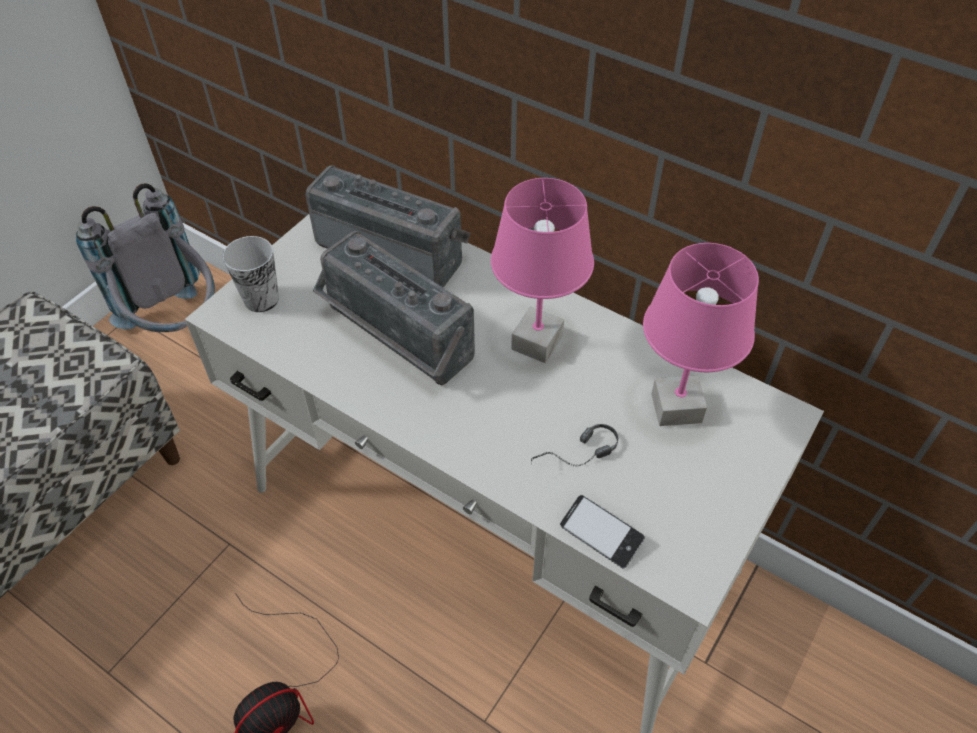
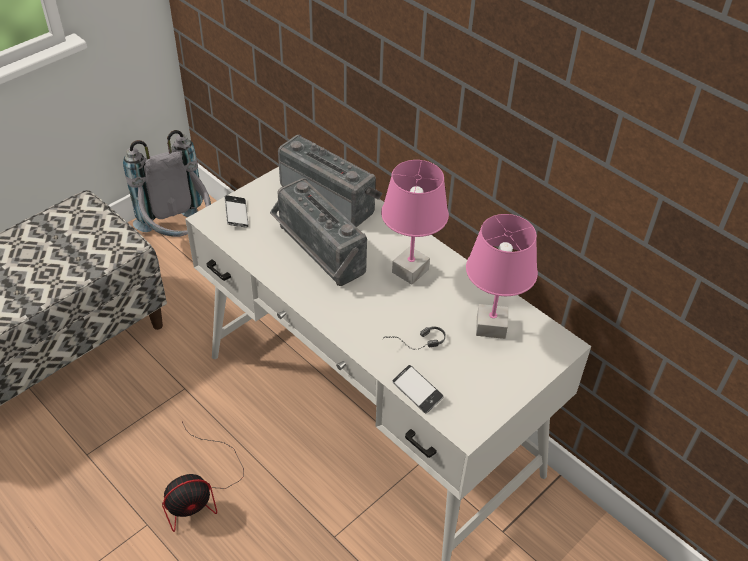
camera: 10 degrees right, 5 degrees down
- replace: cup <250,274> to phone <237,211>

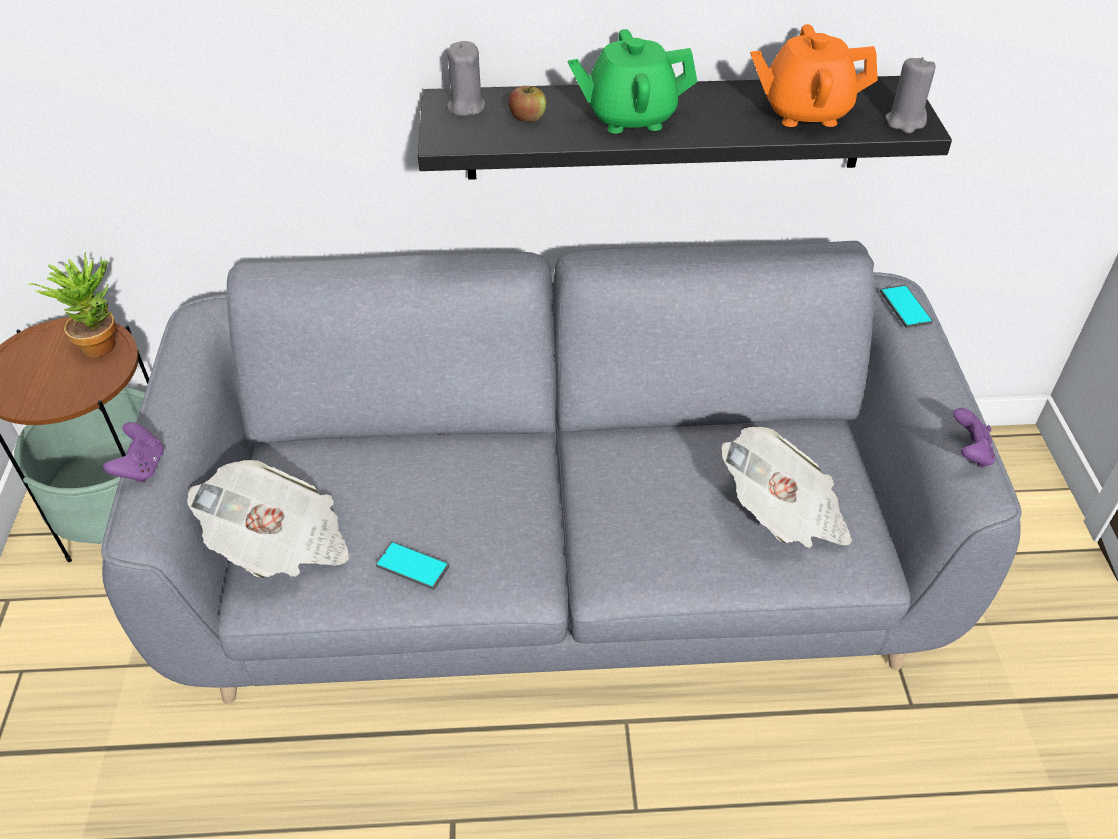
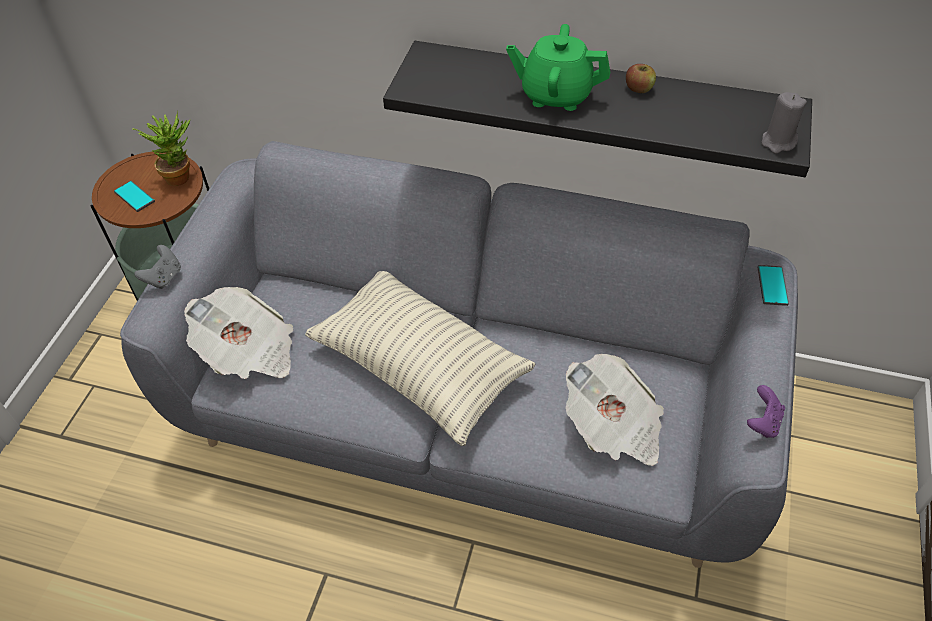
camera: 20 degrees right, 5 degrees up
- delete: grey_candle <466,78>
- delete: orange_teapot <814,75>
- insert: pillow <420,358>
- move: phone <413,566> to <134,196>
- move: apple <527,104> to <641,78>
- recolor: purple_game_controller <133,452> to grey_game_controller <157,267>

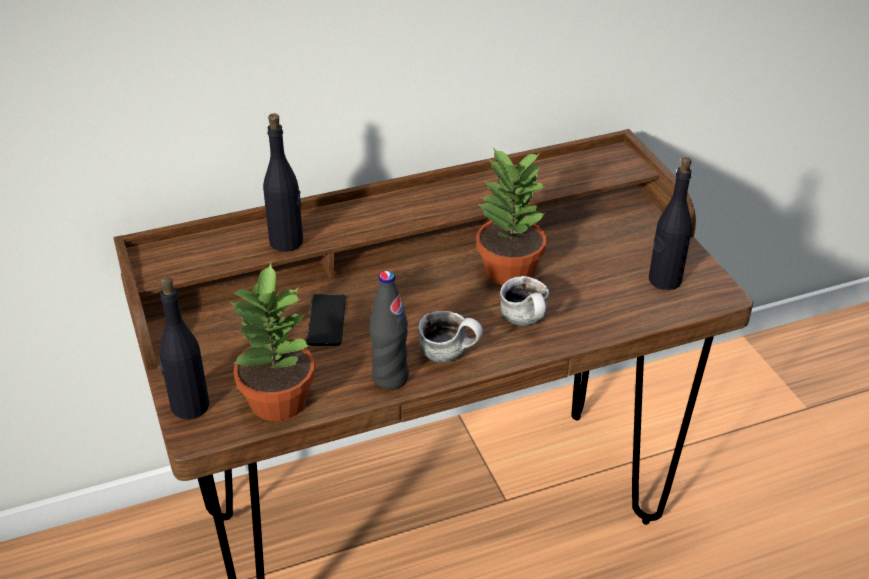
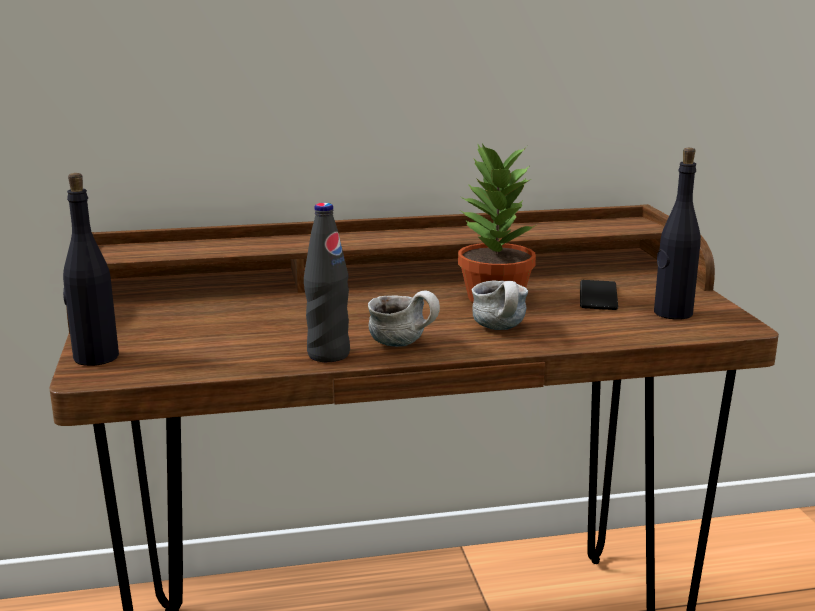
camera: 10 degrees right, 20 degrees down
- delete: potted_plant <273,342>
- delete: black_bottle <283,182>
- move: phone <326,320> to <599,295>

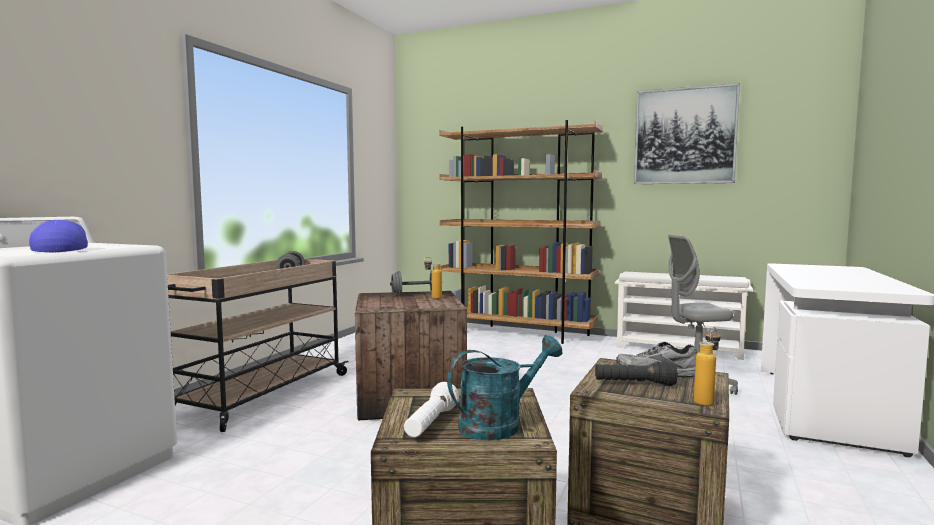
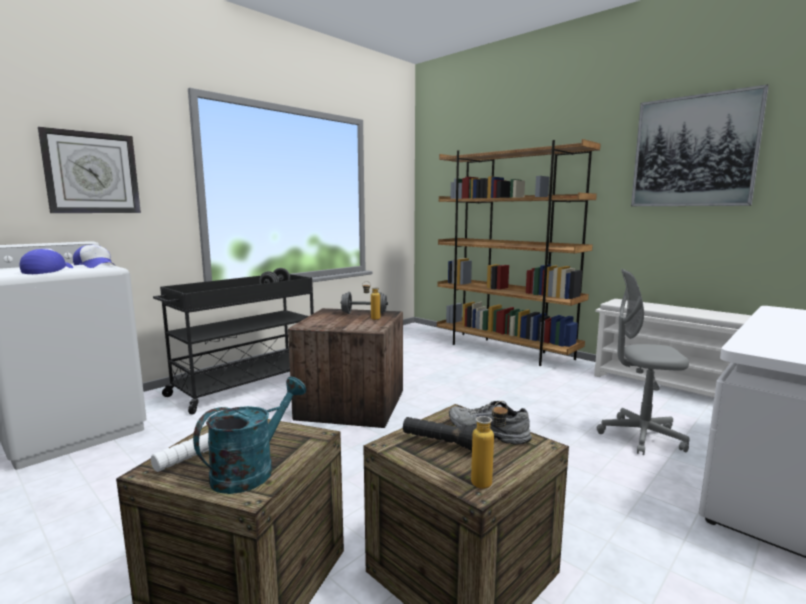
camera: 20 degrees right, 5 degrees up
- insert: wall_clock <89,170>
- insert: cap <94,256>
- recolor: beige_cart <258,345> to black_cart <233,344>
- rotate: turquoise_watering_can <504,387> = <249,435> 45 degrees counterclockwise

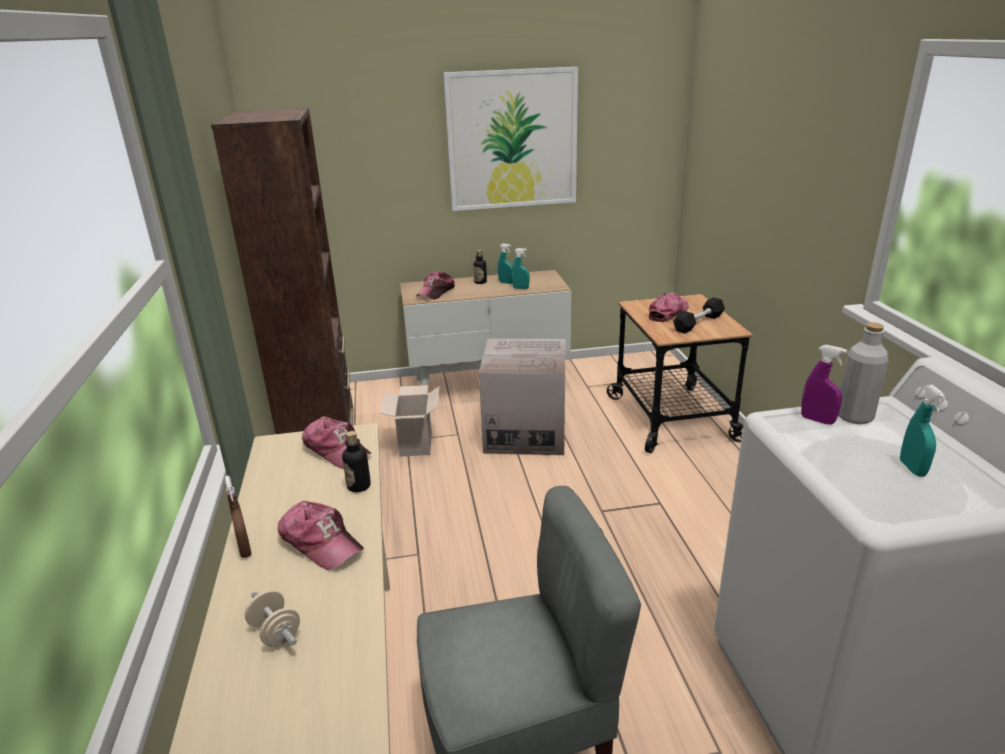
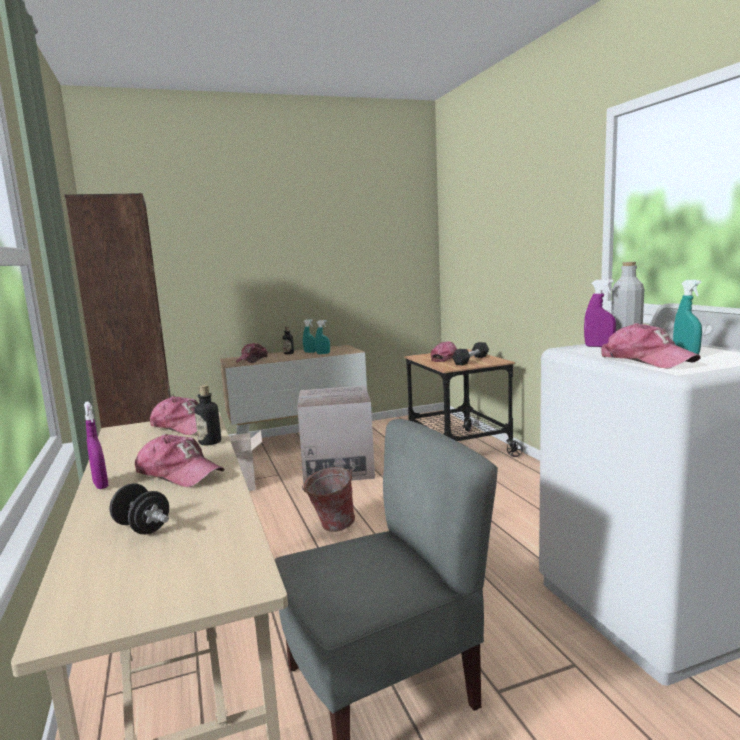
camera: 10 degrees left, 15 degrees down
- delete: picture <510,139>
- insert: bucket <328,499>
- insert: cap <651,345>
- recolor: brown_spray_bottle <238,517> to purple_spray_bottle <96,445>
- recolor: beige_dumbbell <272,618> to black_dumbbell <139,509>

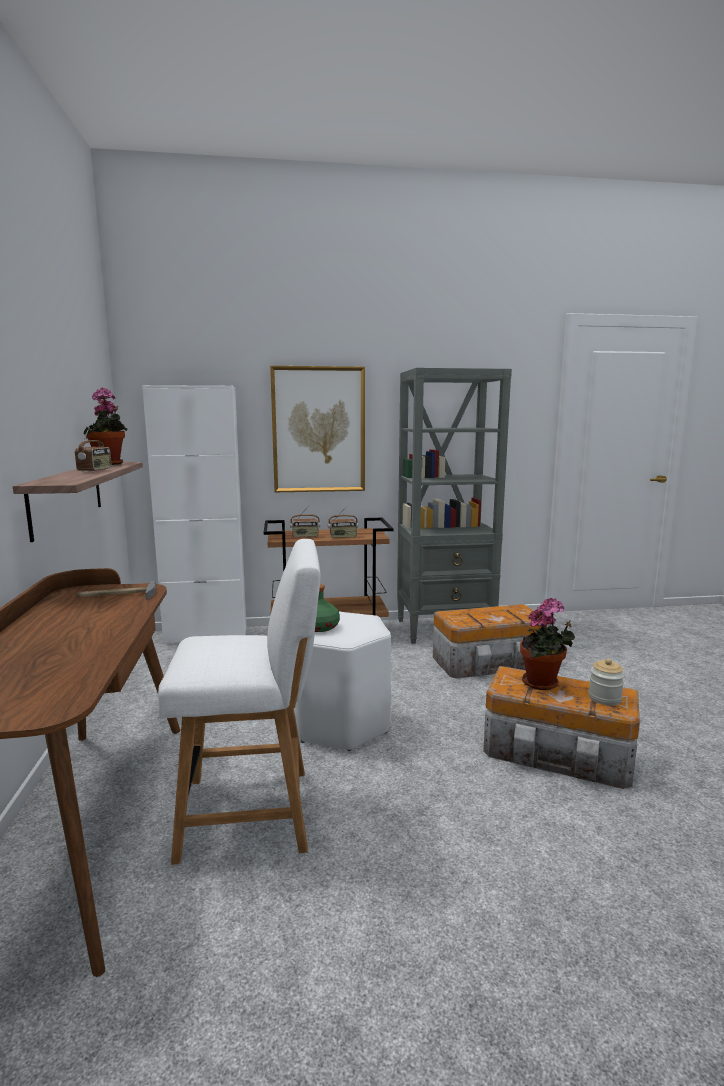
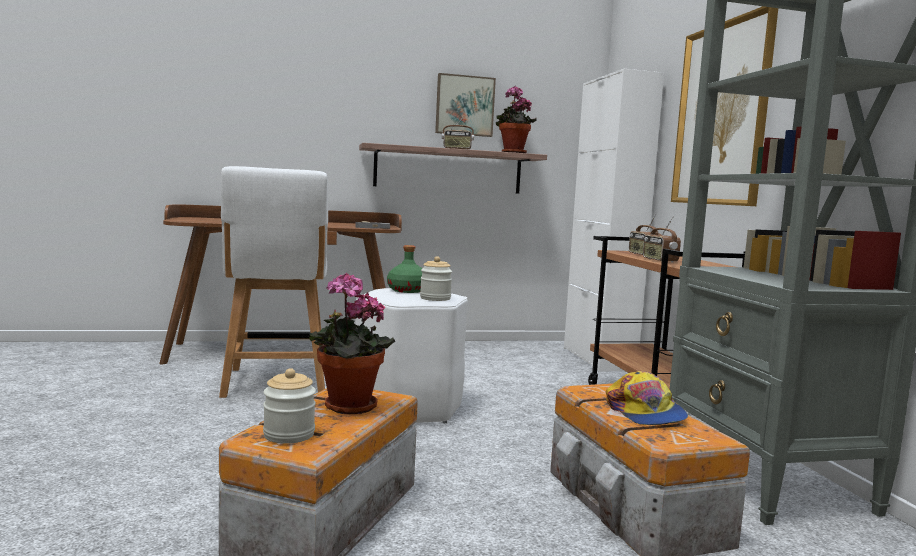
camera: 85 degrees right, 5 degrees down
- insert: jar <436,278>
- insert: picture <465,105>
- insert: cap <647,398>

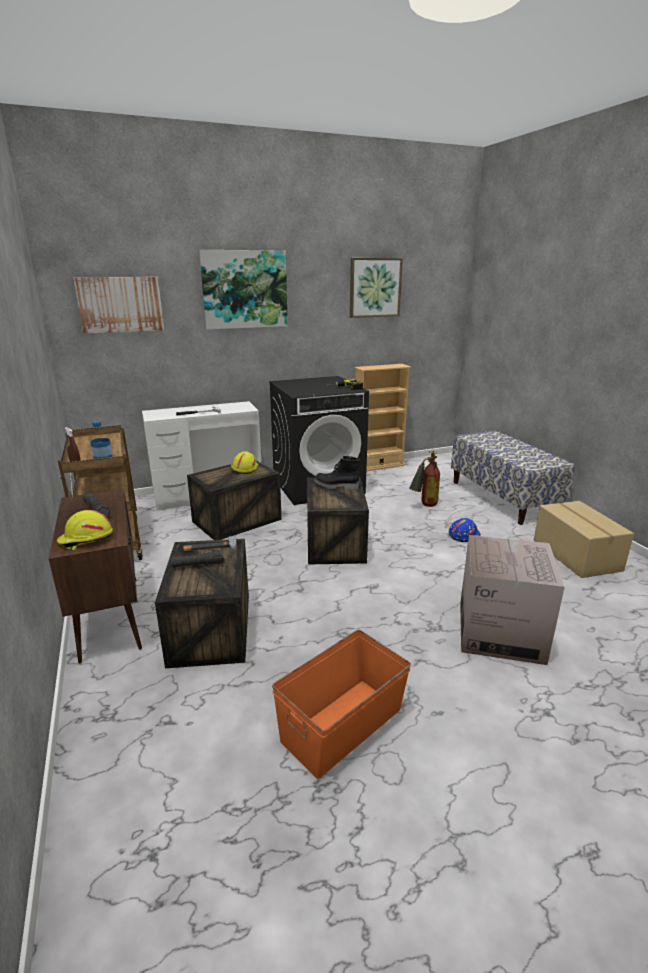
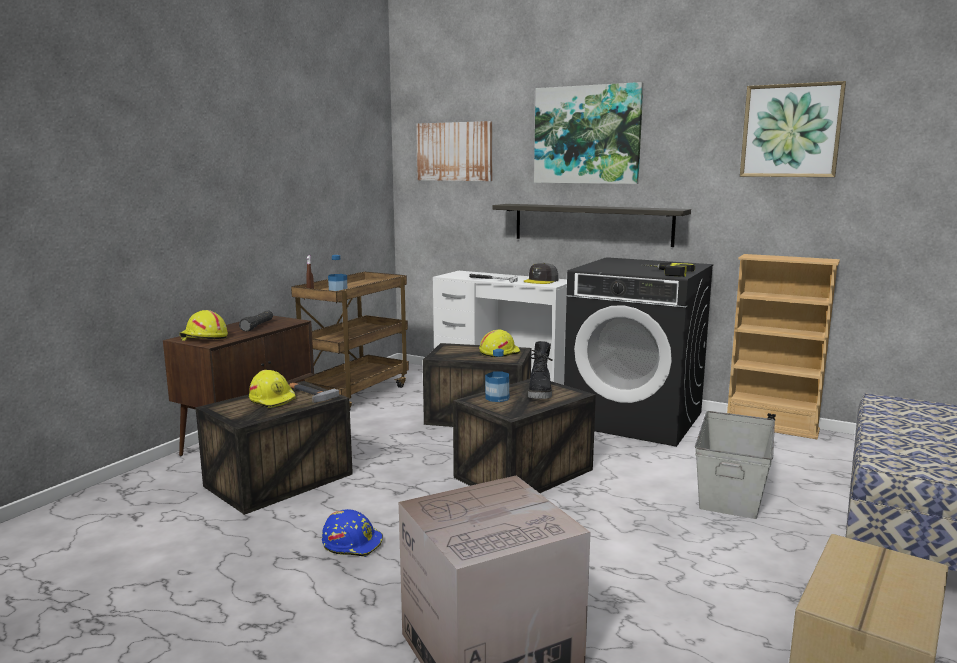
camera: 50 degrees right, 10 degrees down
- delete: orange_storage_box <341,704>
- insert: bottle <497,375>
- insert: shelf <592,225>
- insert: grey_cap <540,273>
- move: blue_hard_hat <465,530> to <352,533>
- replace: black_flashlight <197,559> to yellow_hard_hat <272,389>
- replace: fire_extinguisher <424,479> to grey_storage_box <735,465>
- rotate: black_boot <337,473> = <540,370> 150 degrees counterclockwise

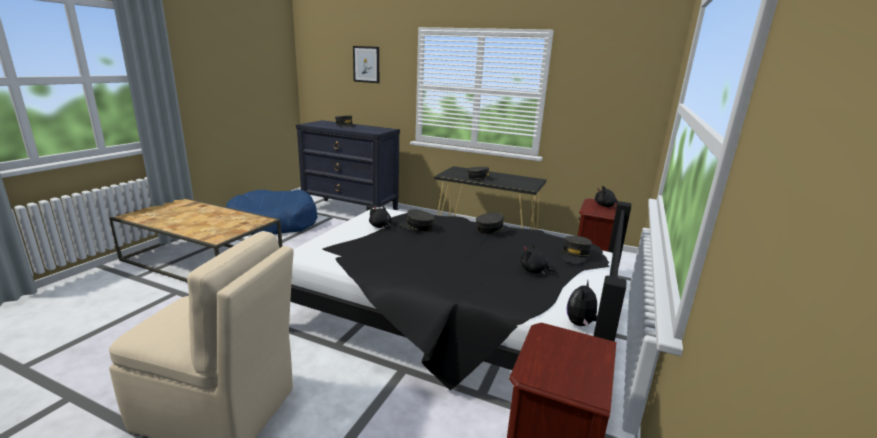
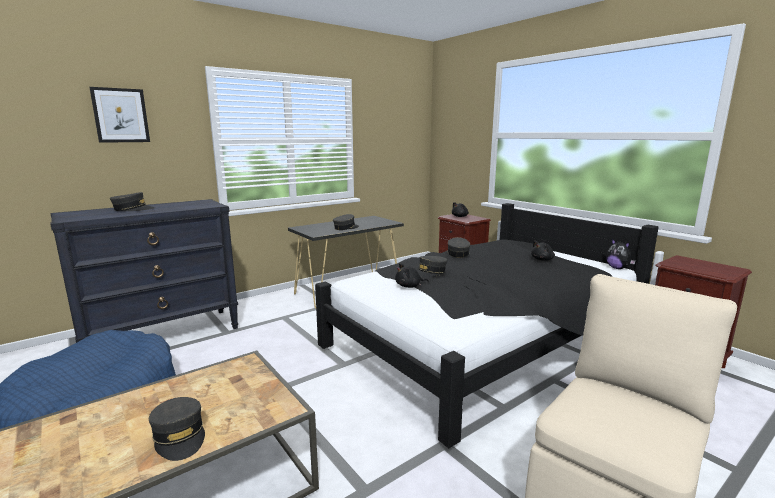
camera: 60 degrees left, 5 degrees down
- move: grey_cap <576,249> to <177,429>

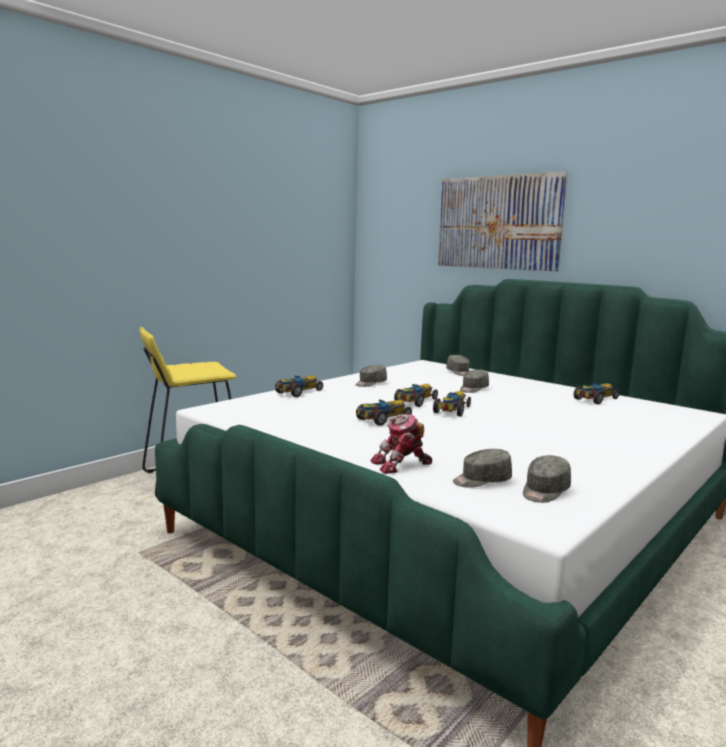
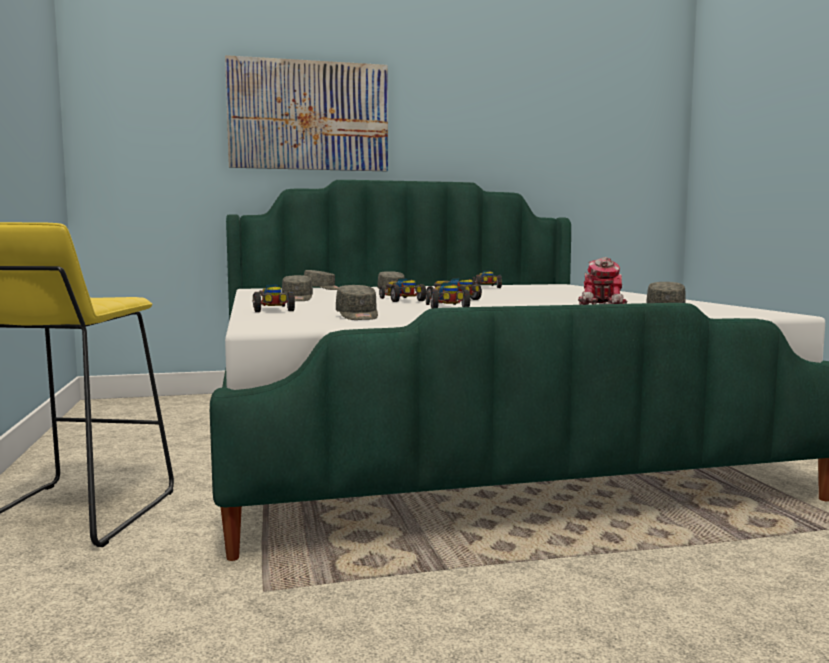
camera: 55 degrees left, 5 degrees down
- move: grey_cap <547,479> to <357,302>

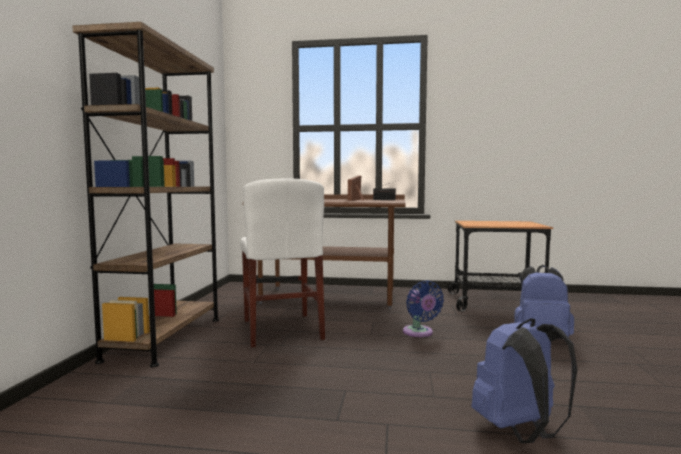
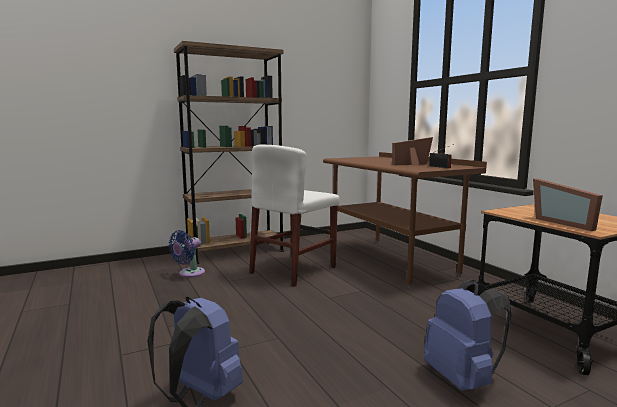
camera: 55 degrees right, 5 degrees up
- insert: picture_frame <568,204>
- move: blue_fan <423,308> to <187,254>

